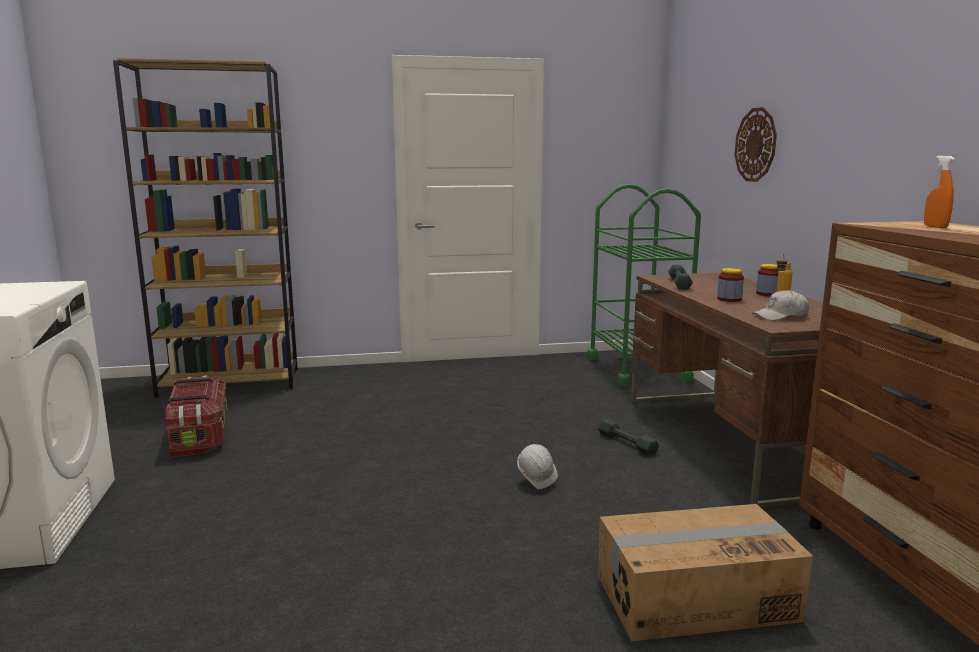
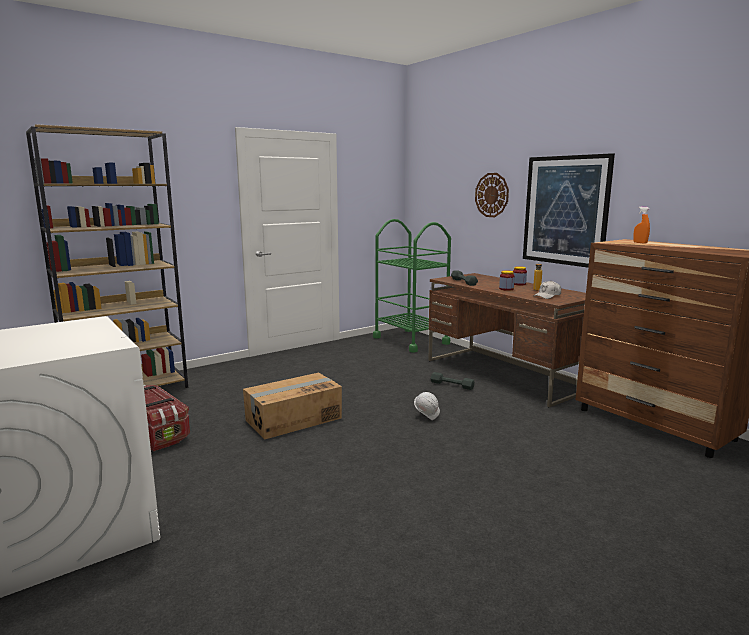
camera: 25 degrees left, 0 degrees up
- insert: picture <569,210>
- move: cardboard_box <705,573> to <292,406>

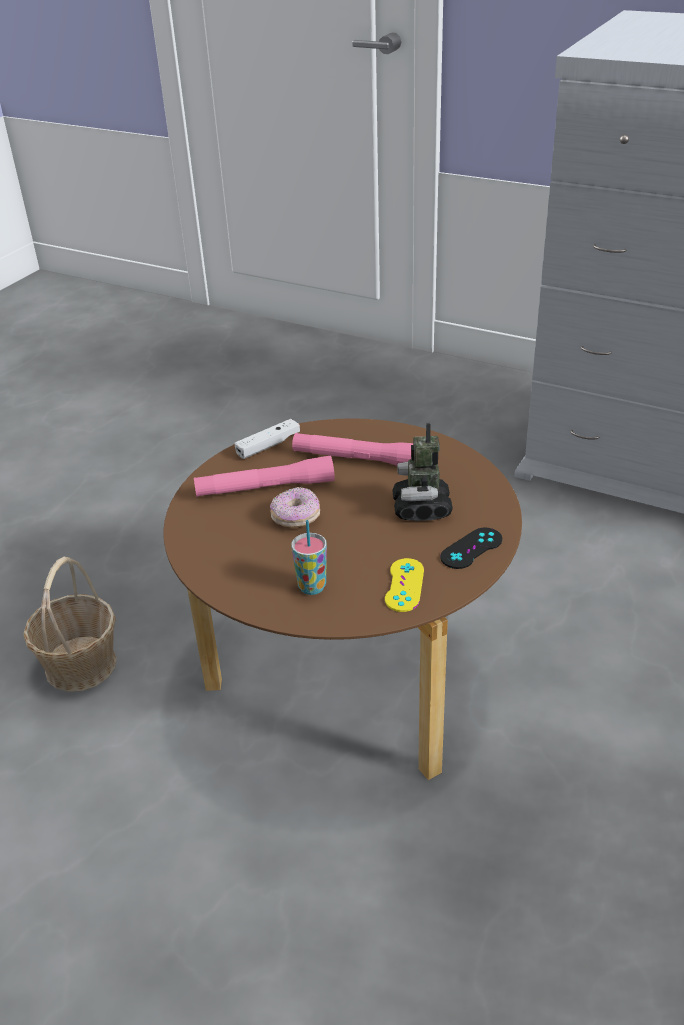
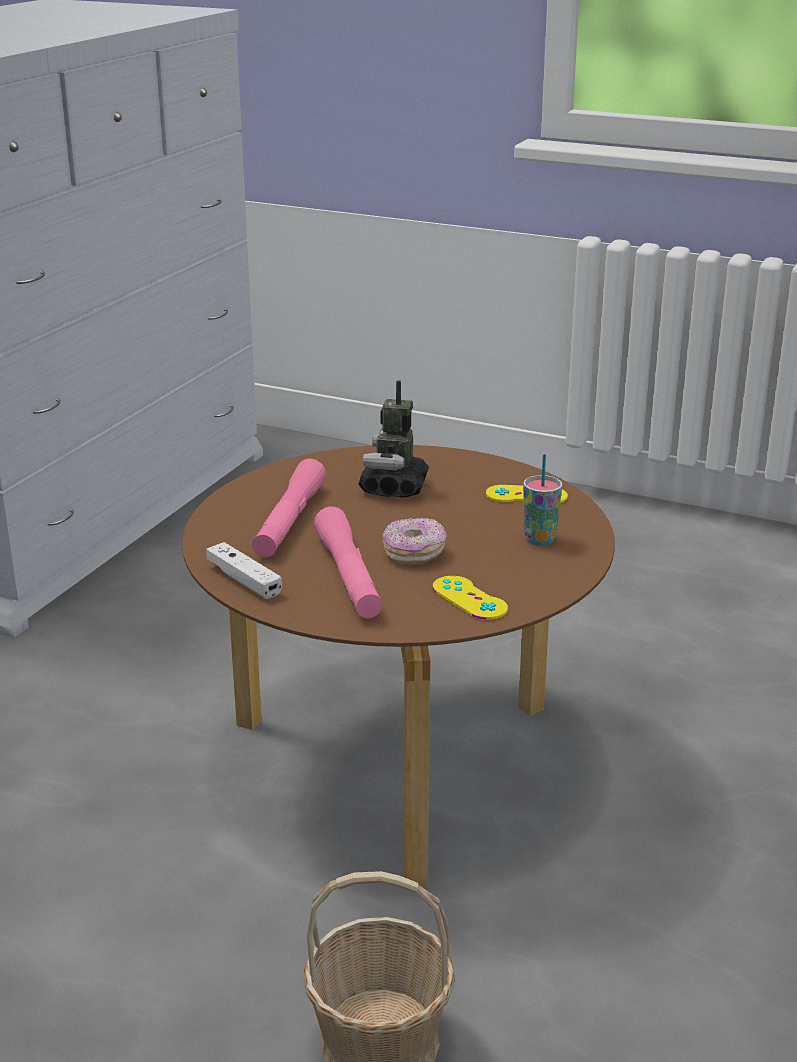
camera: 95 degrees left, 10 degrees down
- delete: black_game_controller <471,548>
- insert: yellow_game_controller <470,598>
- rotate: toy_robot <422,472> = <393,439> 105 degrees clockwise

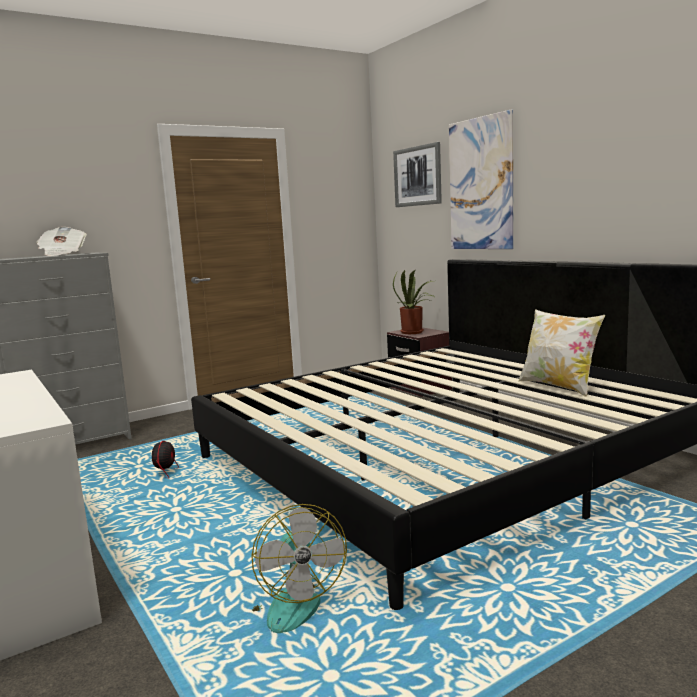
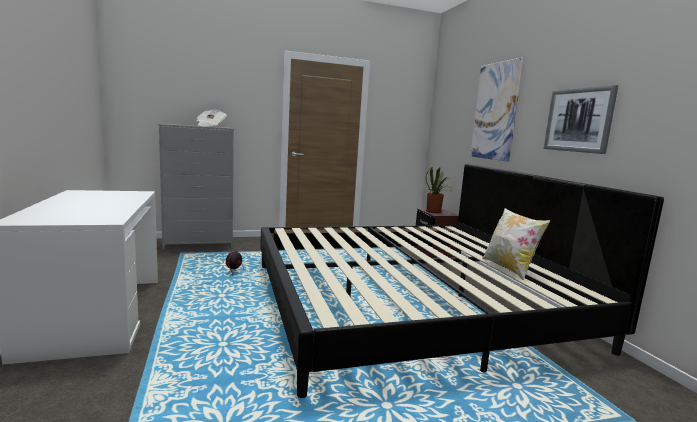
camera: 15 degrees right, 0 degrees up
- delete: fan <299,568>
- move: picture <417,174> to <580,119>

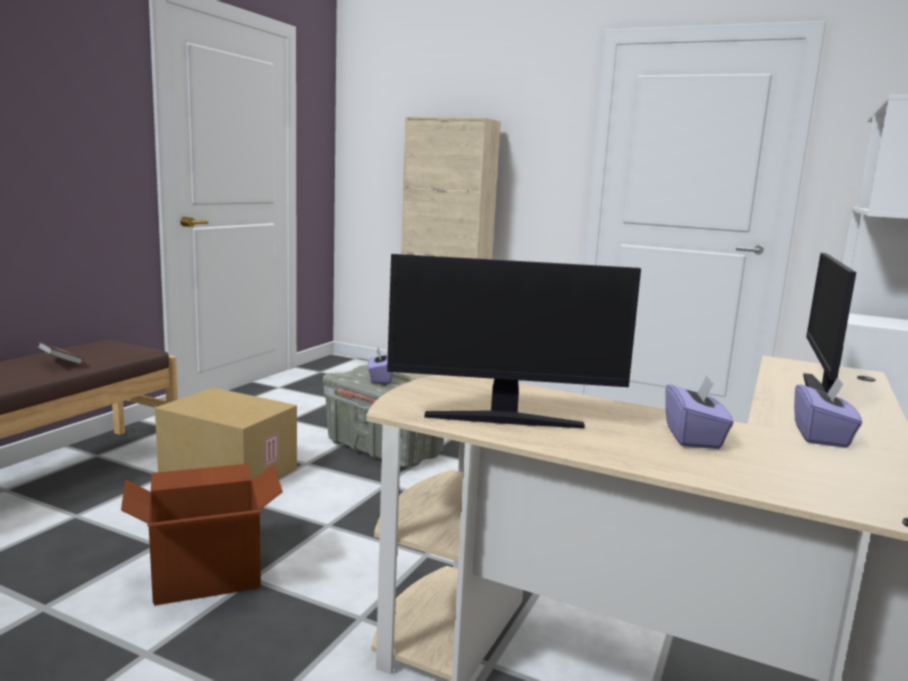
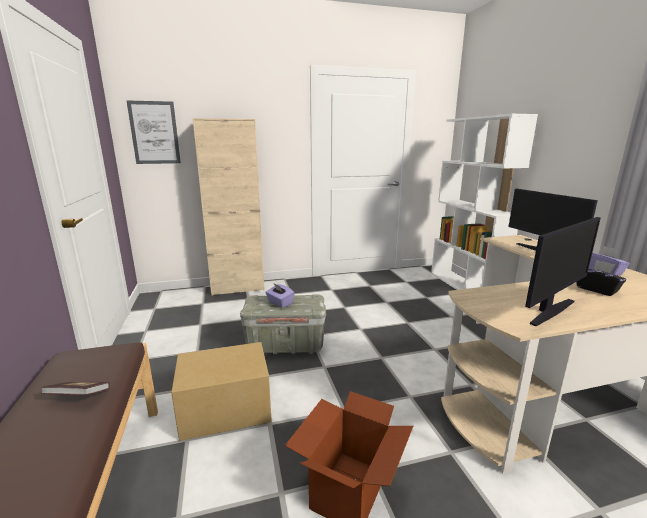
camera: 40 degrees left, 5 degrees up
- insert: picture <154,132>
- recolor: purple_tissue_box <699,412> to black_tissue_box <601,278>

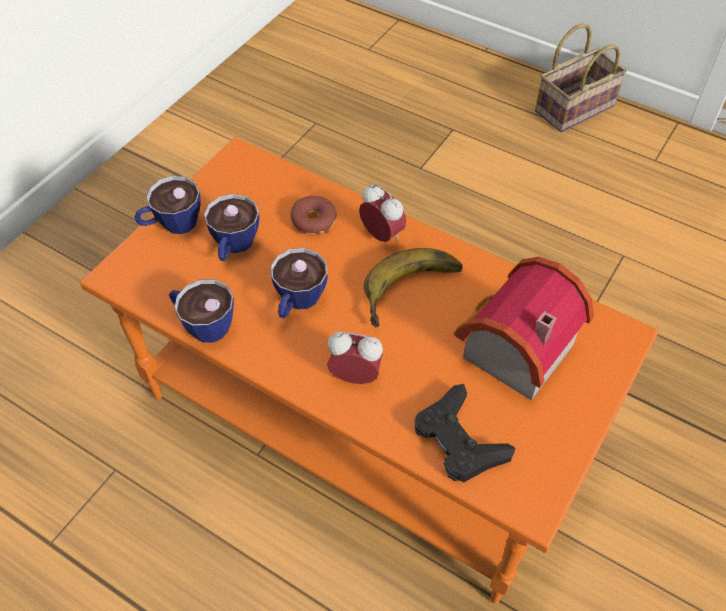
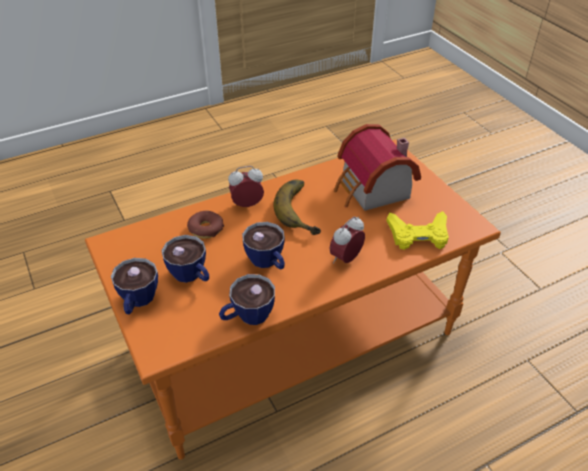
camera: 60 degrees left, 10 degrees down
- delete: basket <581,77>
- recolor: black_game_controller <464,433> to yellow_game_controller <417,230>

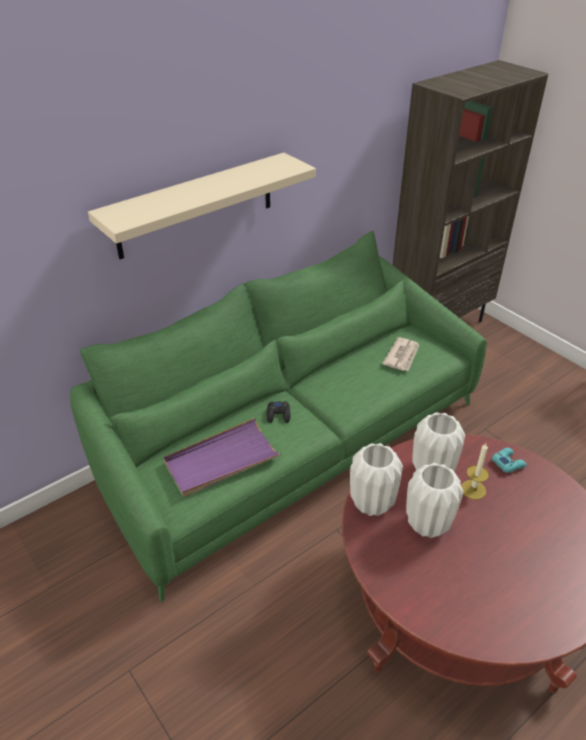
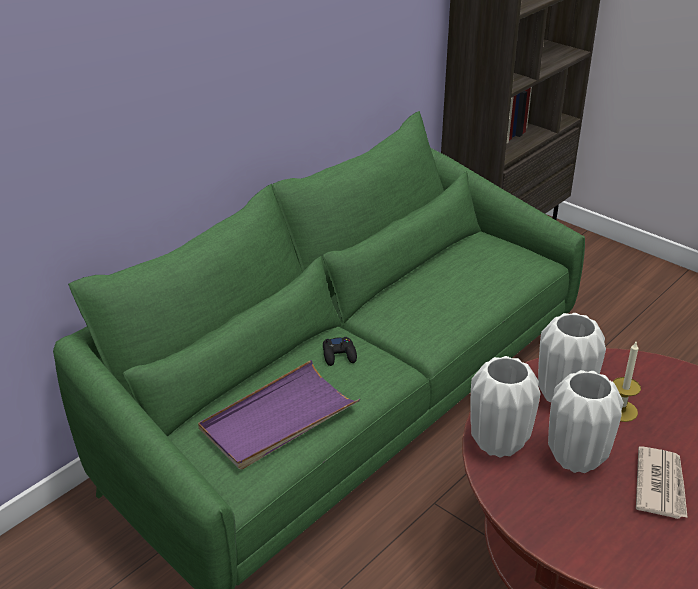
camera: 10 degrees left, 5 degrees down
- delete: beige_shelf <202,206>
- delete: turquoise_game_controller <509,460>
- move: newspaper <400,354> to <662,482>

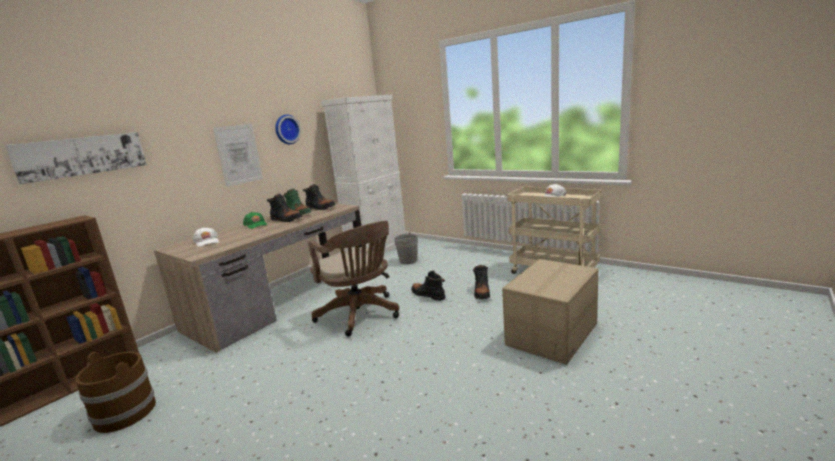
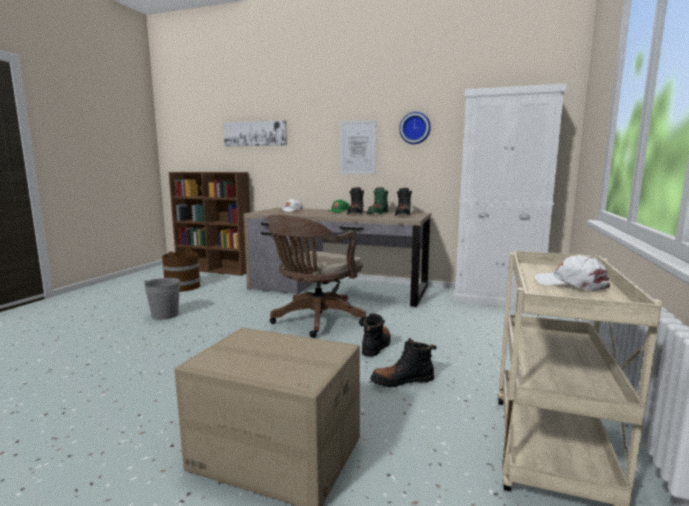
camera: 70 degrees right, 5 degrees down
- move: grey_bucket <406,248> to <163,299>

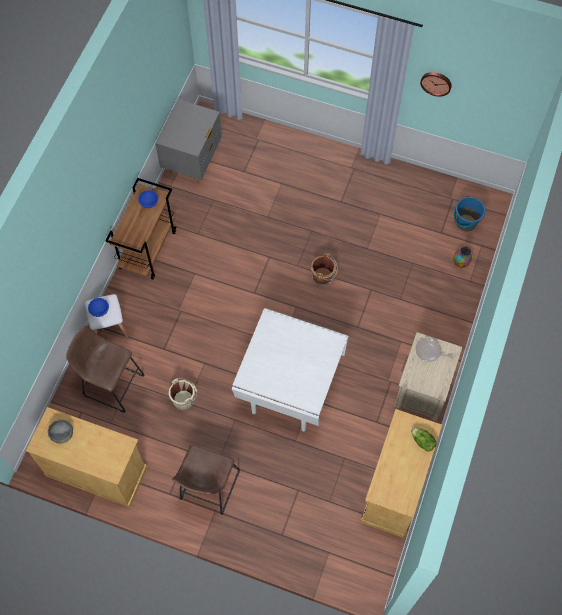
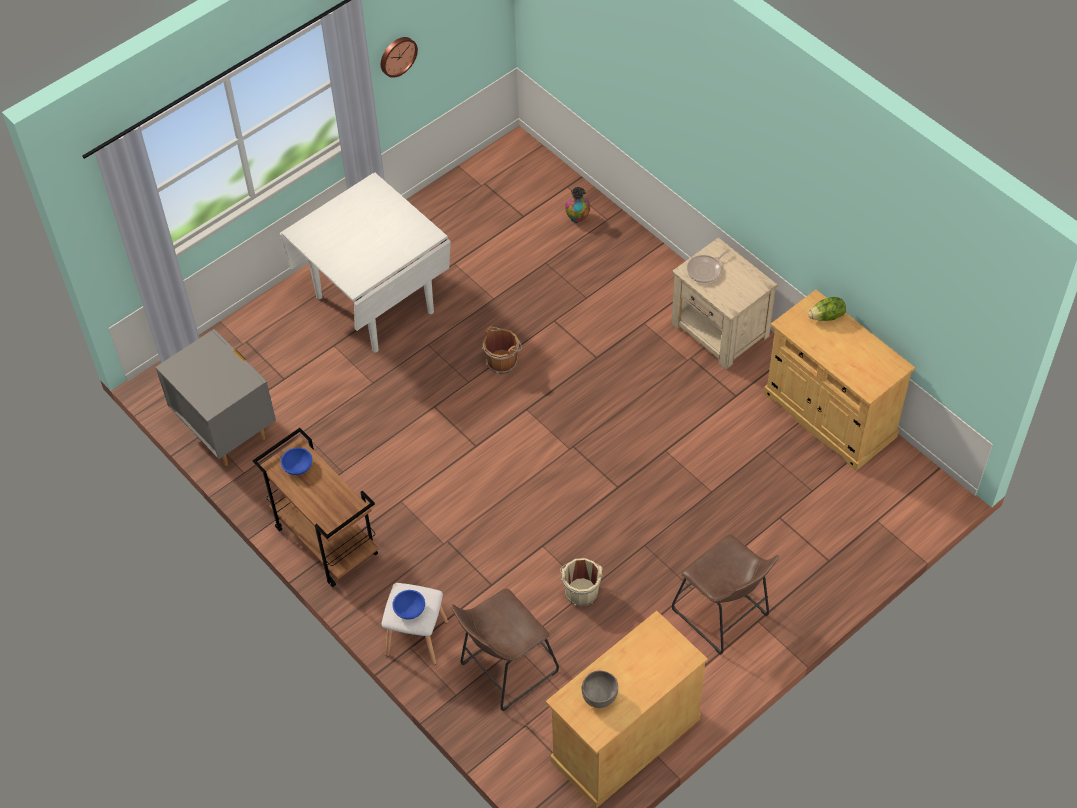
camera: 60 degrees left, 10 degrees down
- delete: blue_bucket <470,214>
- move: white_dining_table <290,369> to <365,263>

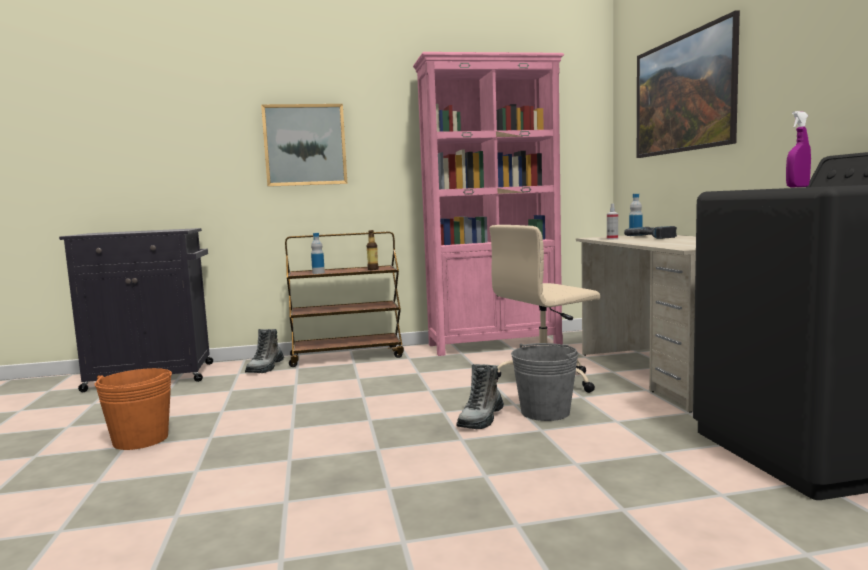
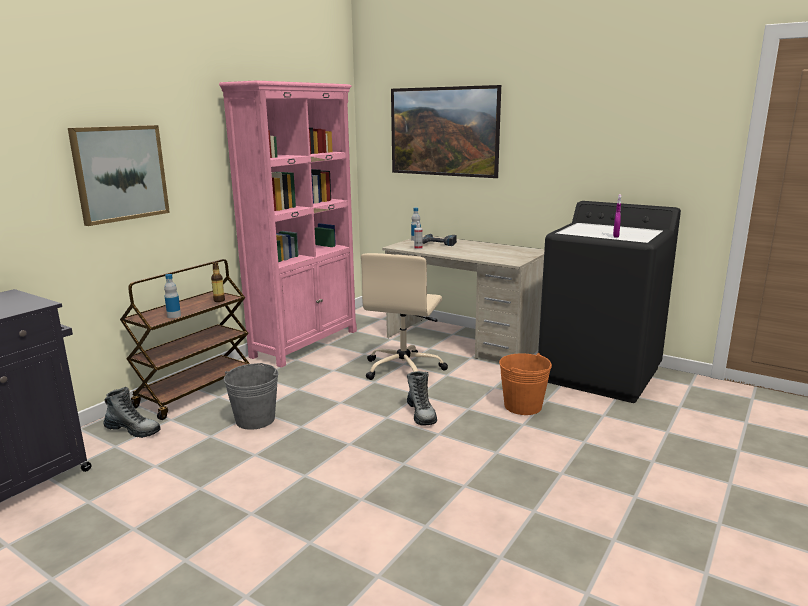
camera: 45 degrees left, 10 degrees up
- move: orange_bucket <133,409> to <525,384>
- move: grey_bucket <544,382> to <251,396>
- rotate: boot <264,351> = <132,412> 45 degrees counterclockwise

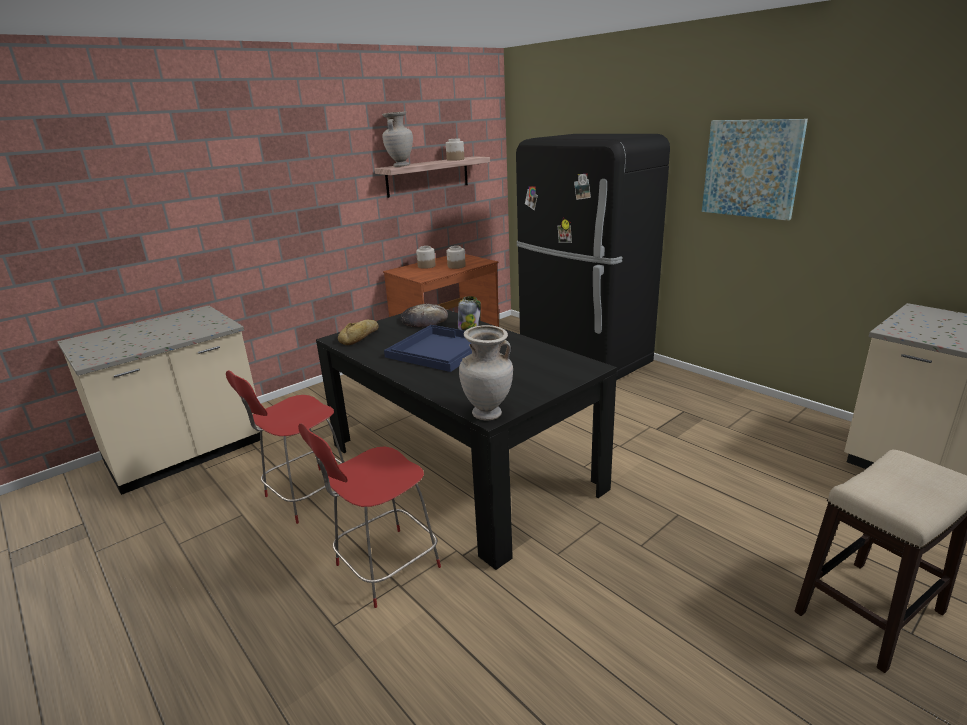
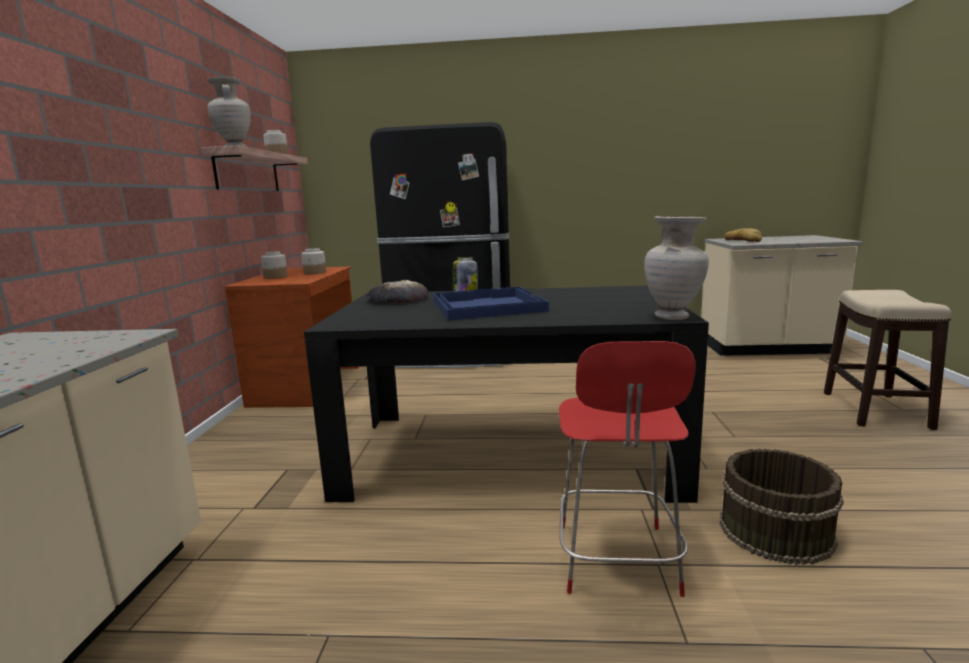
camera: 45 degrees left, 10 degrees down
- delete: red_chair <285,447>
- delete: picture <755,170>
- insert: brown_bucket <782,507>
- move: bread <358,332> to <743,235>

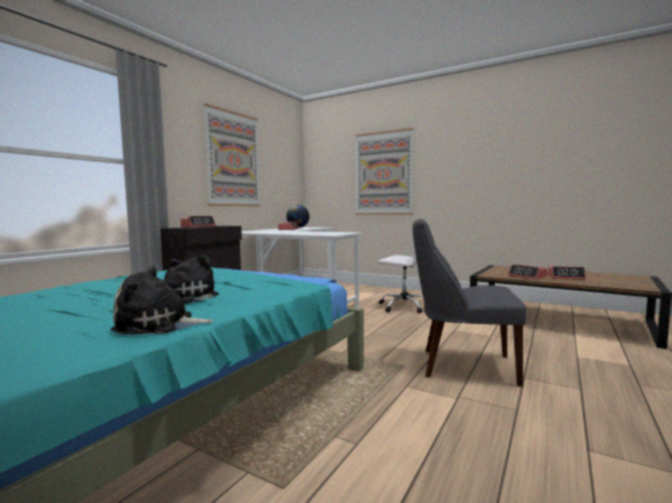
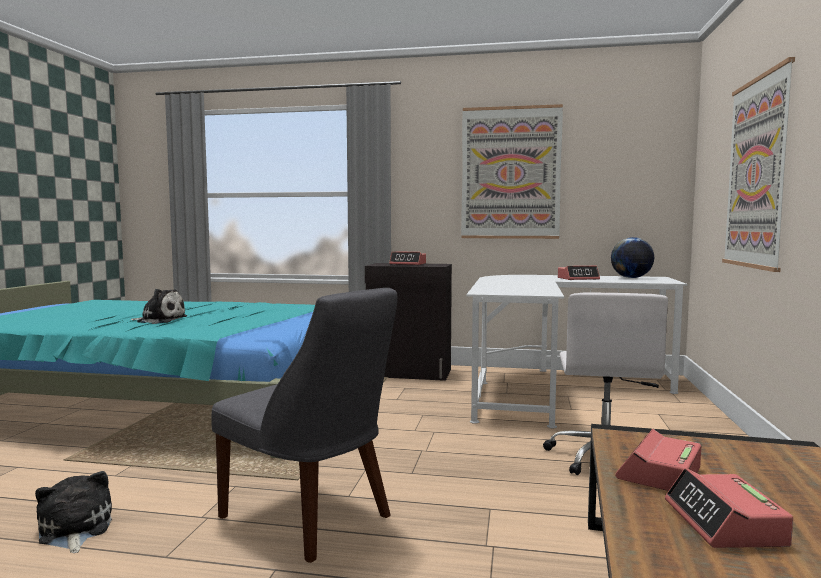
camera: 70 degrees right, 0 degrees up
- move: plush_toy <162,300> to <73,512>
- rotate: grey_chair <469,303> = <304,425> 135 degrees clockwise

